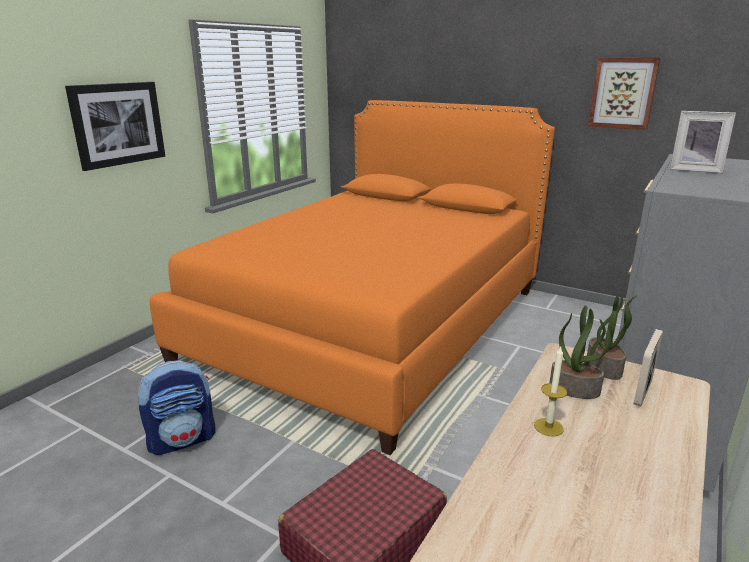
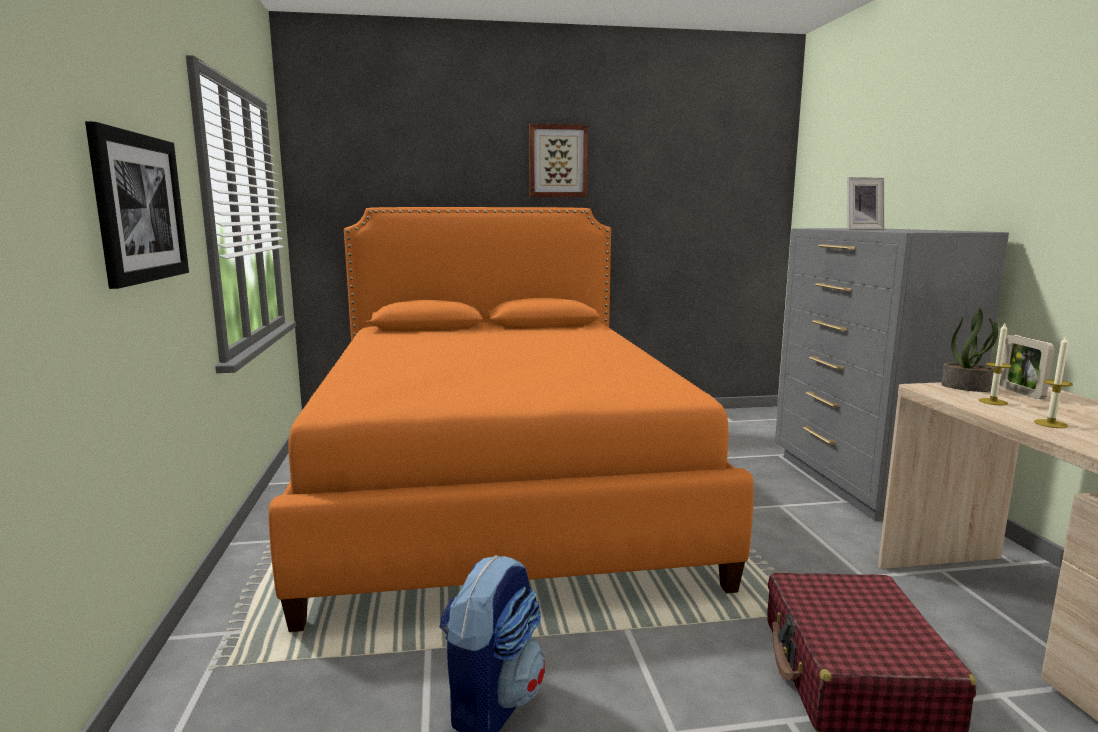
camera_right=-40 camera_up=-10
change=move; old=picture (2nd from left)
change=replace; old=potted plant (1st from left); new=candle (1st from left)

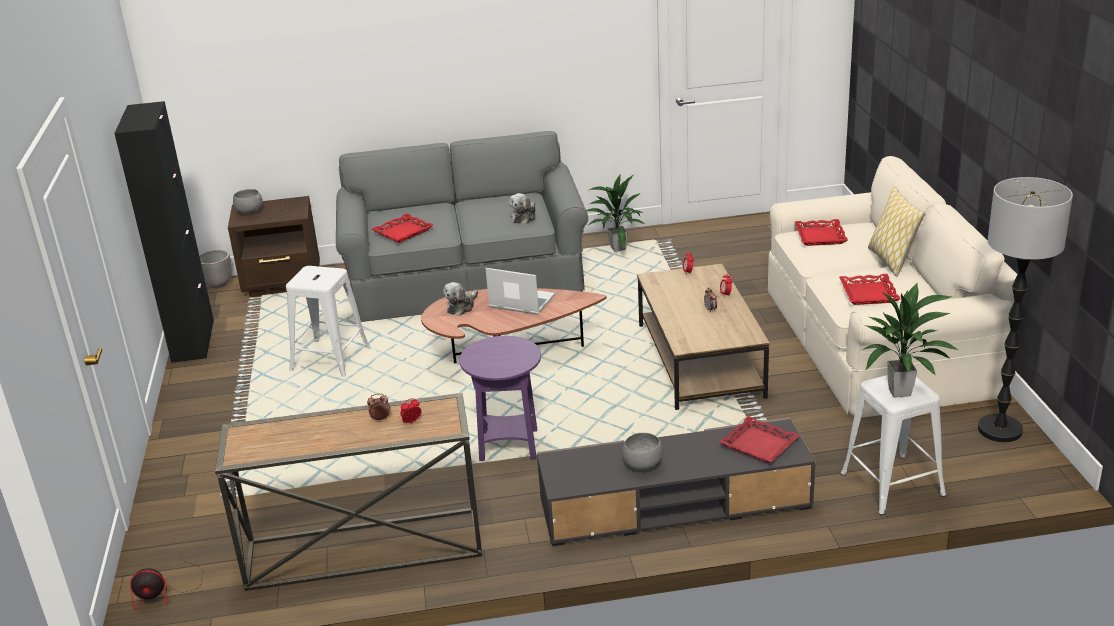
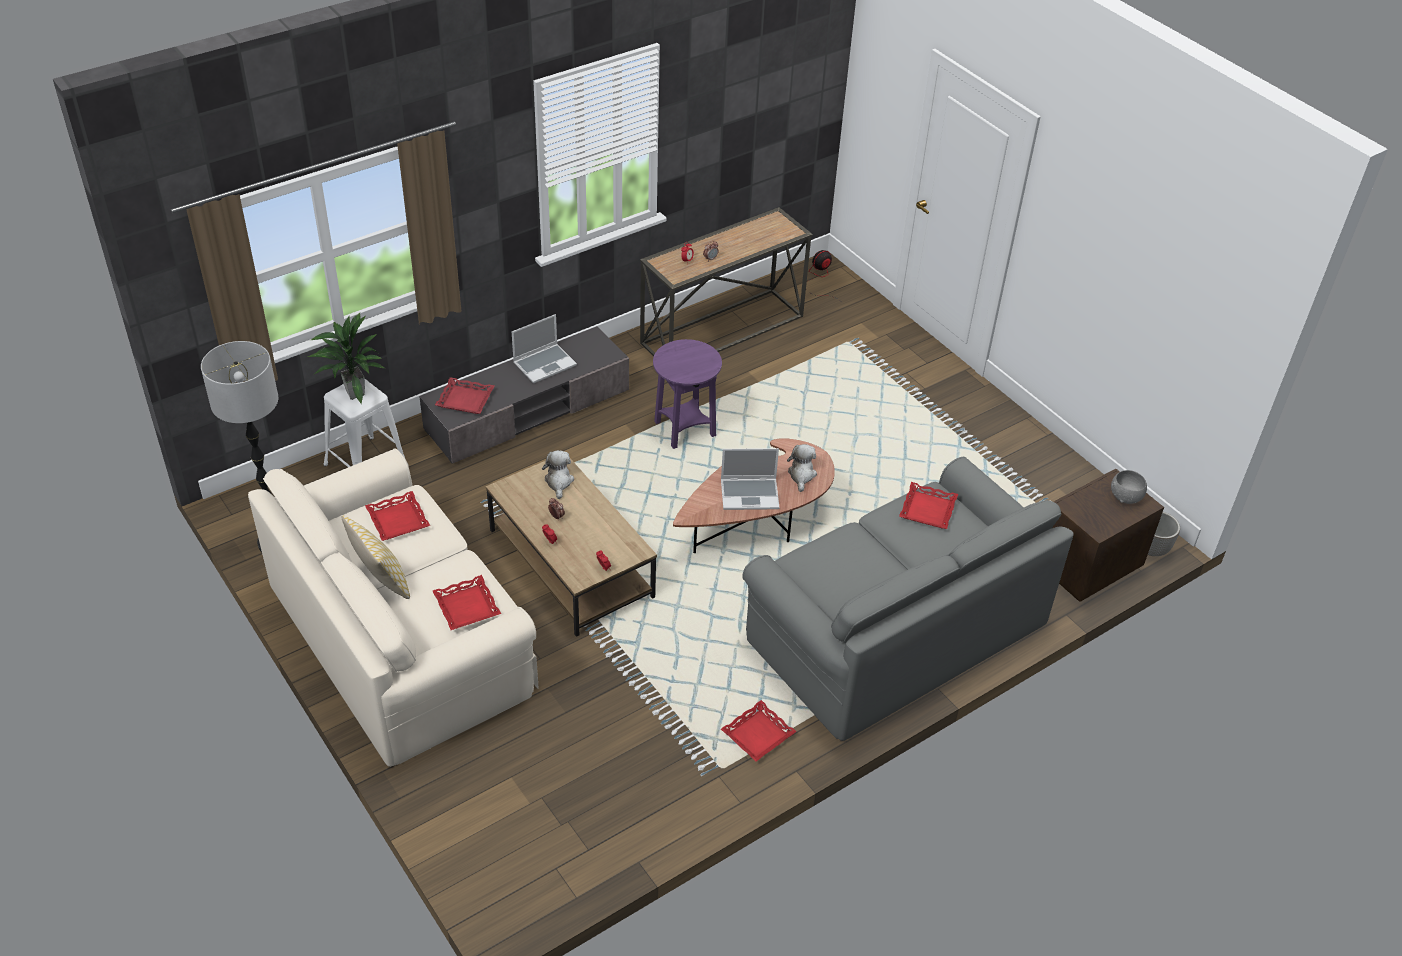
camera_right=150 camera_up=15
change=replace; old=grey bowl (2nd from left); new=laptop (1st from left)
change=move; old=plush toy (2nd from left in the first image); new=plush toy (1st from left)
change=replace; old=potted plant (1st from left); new=red tray (4th from left)
change=delete; old=black cabinet
change=delete; old=white stool (1st from left)

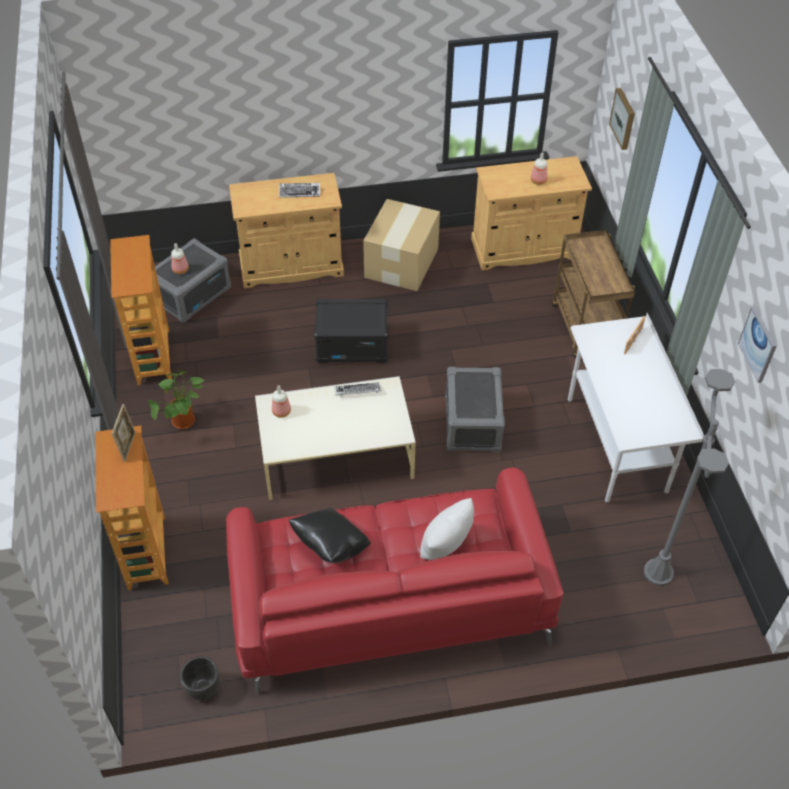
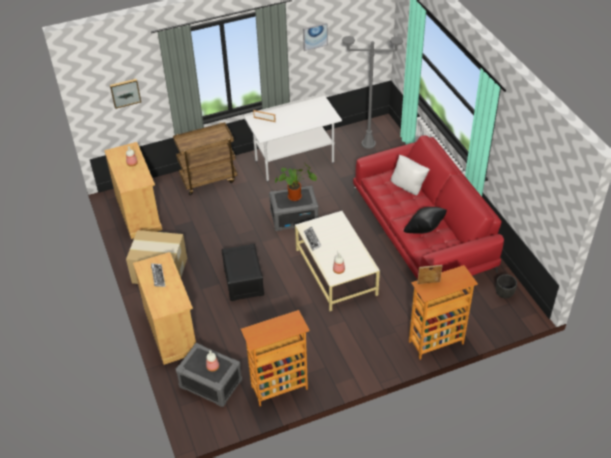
camera_right=-100 camera_up=-5
change=move; old=potted plant

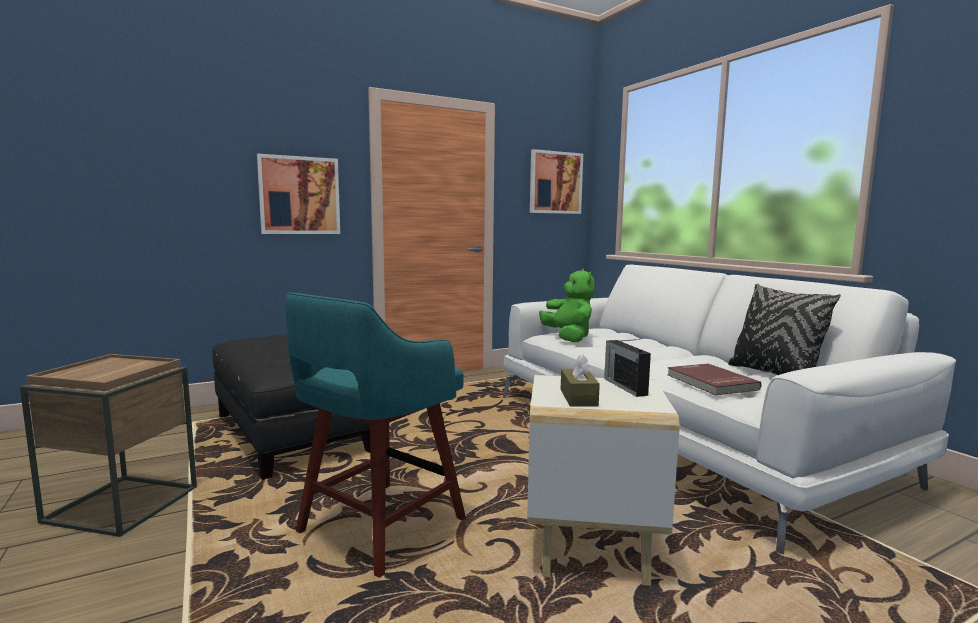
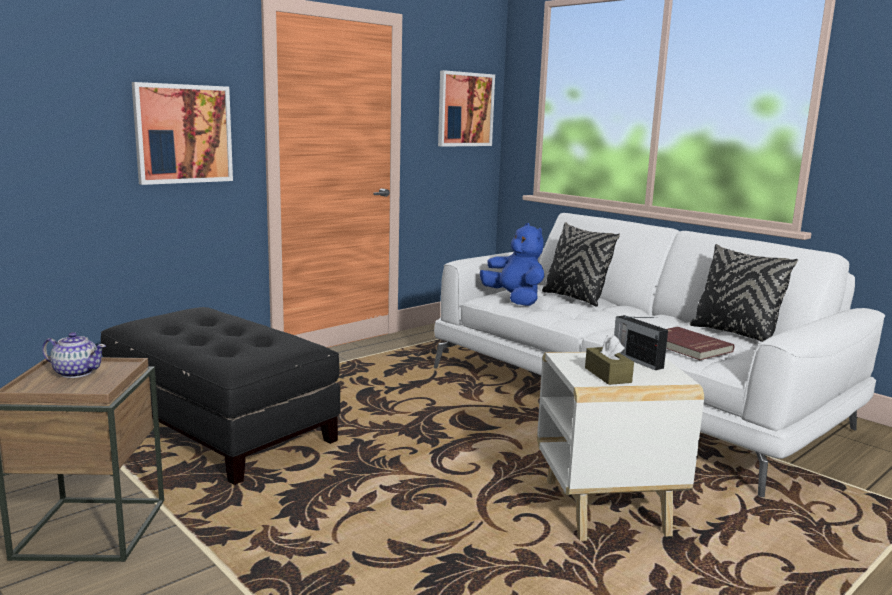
camera_right=-15 camera_up=5
change=insert; new=teapot
change=recolor; old=green plush toy; new=blue plush toy
change=insert; new=black pillow (1st from left)
change=delete; old=turquoise stool

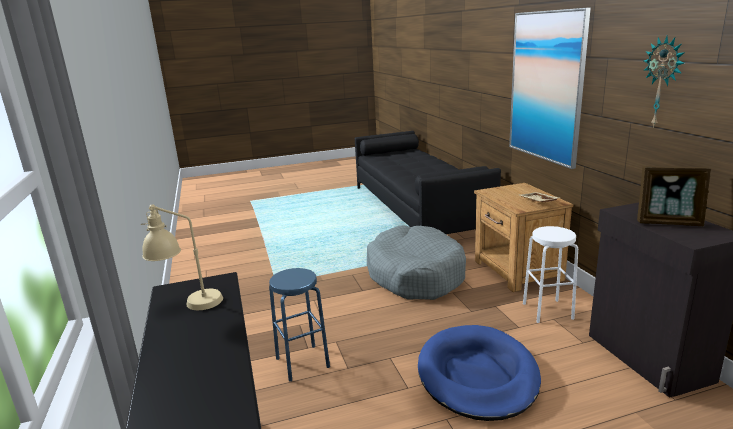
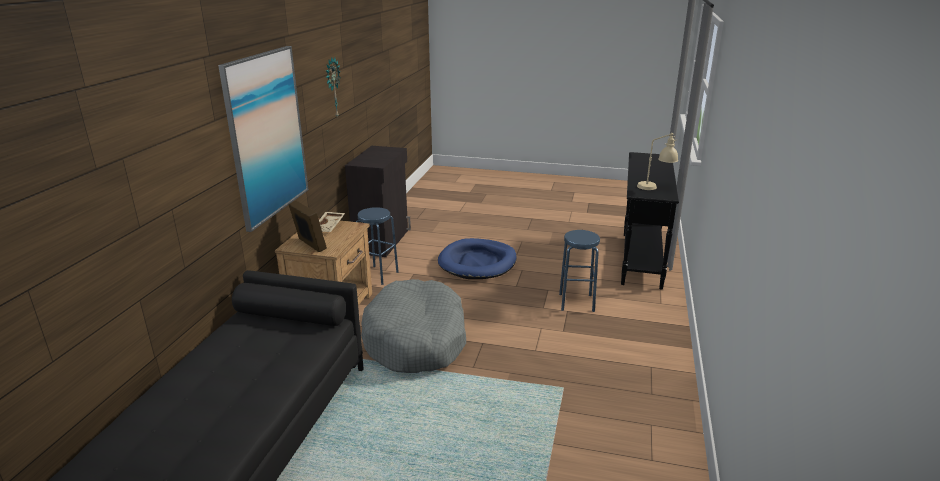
camera_right=-150 camera_up=5
change=move; old=picture frame
change=recolor; old=white stool; new=blue stool (1st from left)

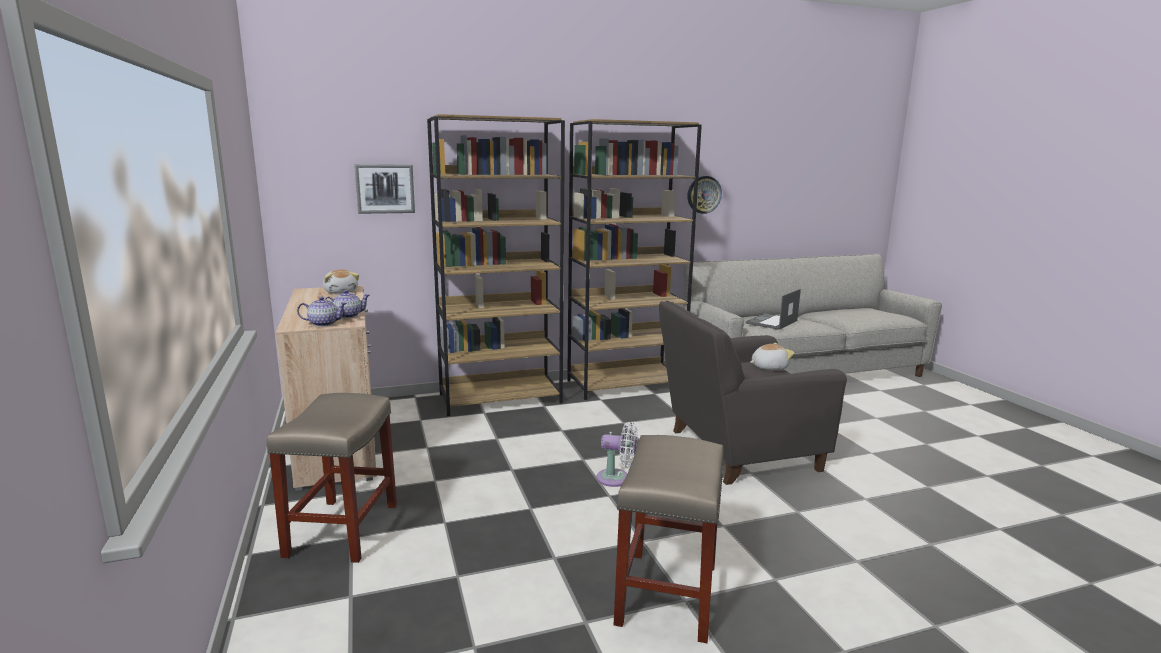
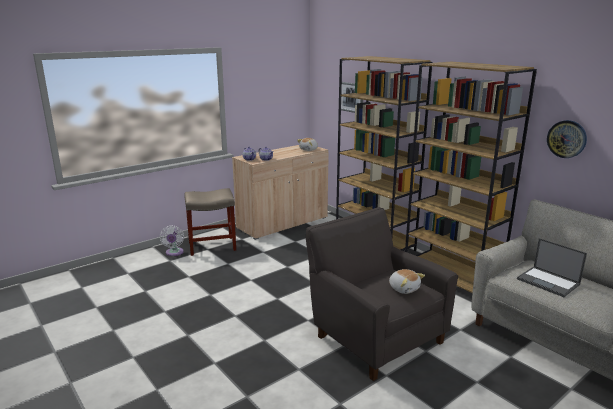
camera_right=70 camera_up=5
change=move; old=white fan
change=rotate; old=laptop; degrees=-150
change=delete; old=beige stool (2nd from left)

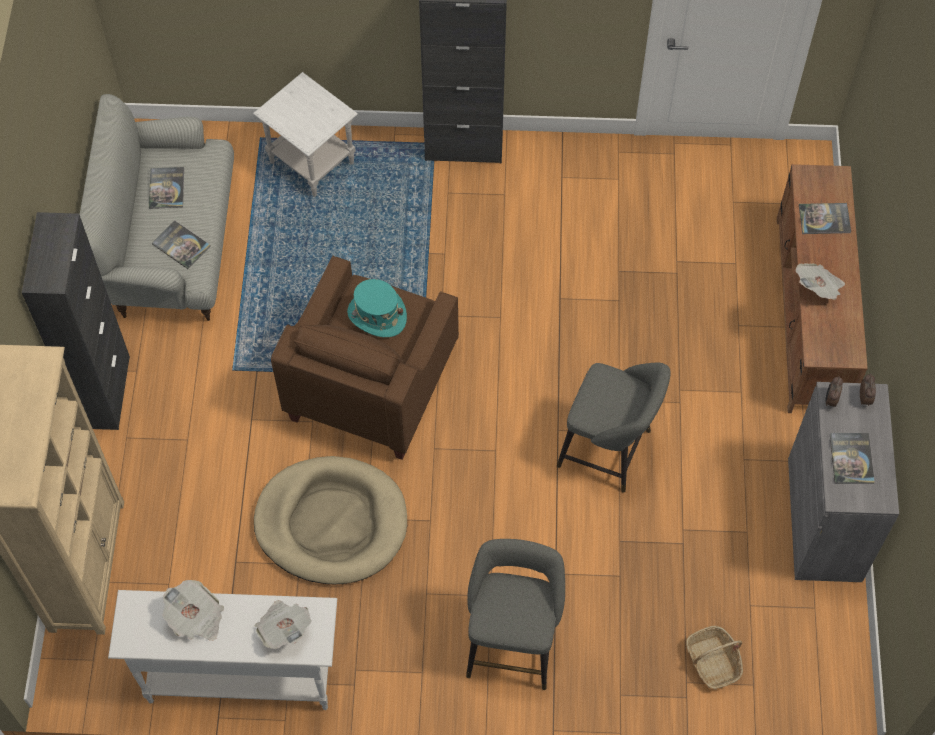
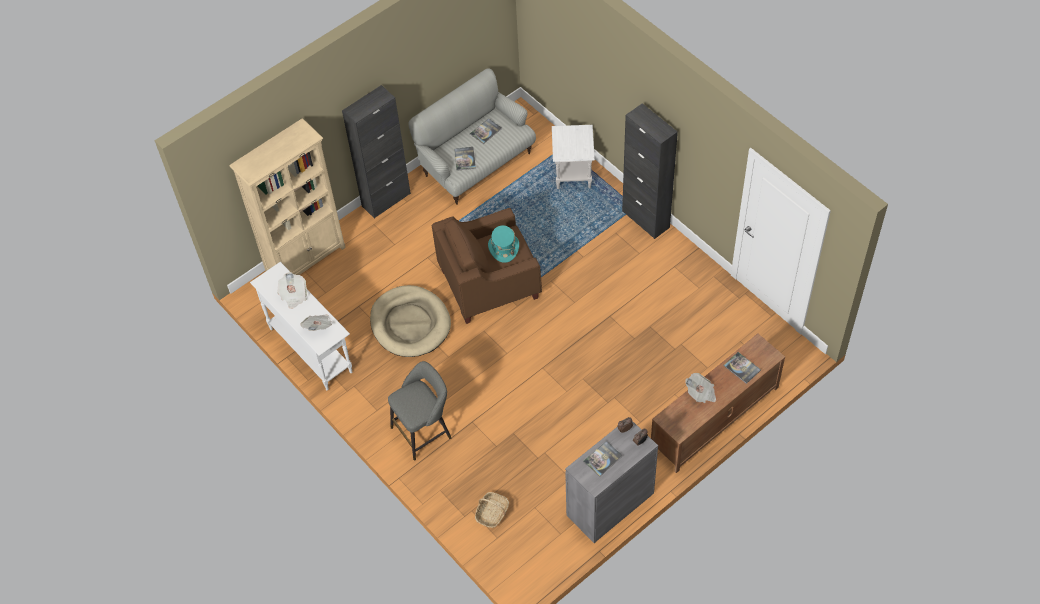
camera_right=50 camera_up=-5
change=delete; old=grey stool (2nd from left)

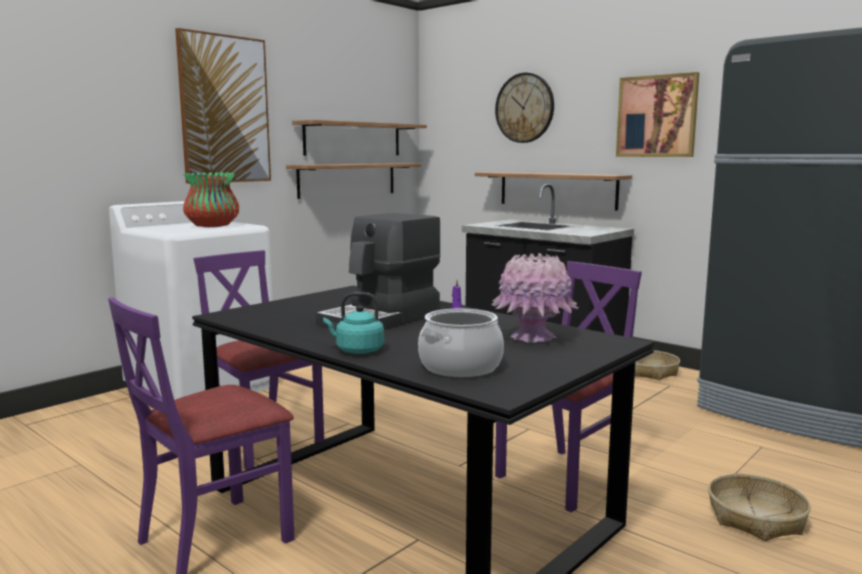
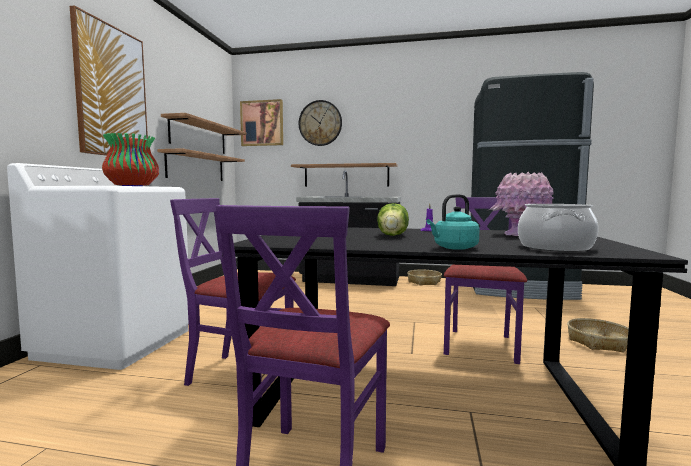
camera_right=-30 camera_up=-5
change=move; old=picture (2nd from left)
change=replace; old=coffee machine; new=lettuce

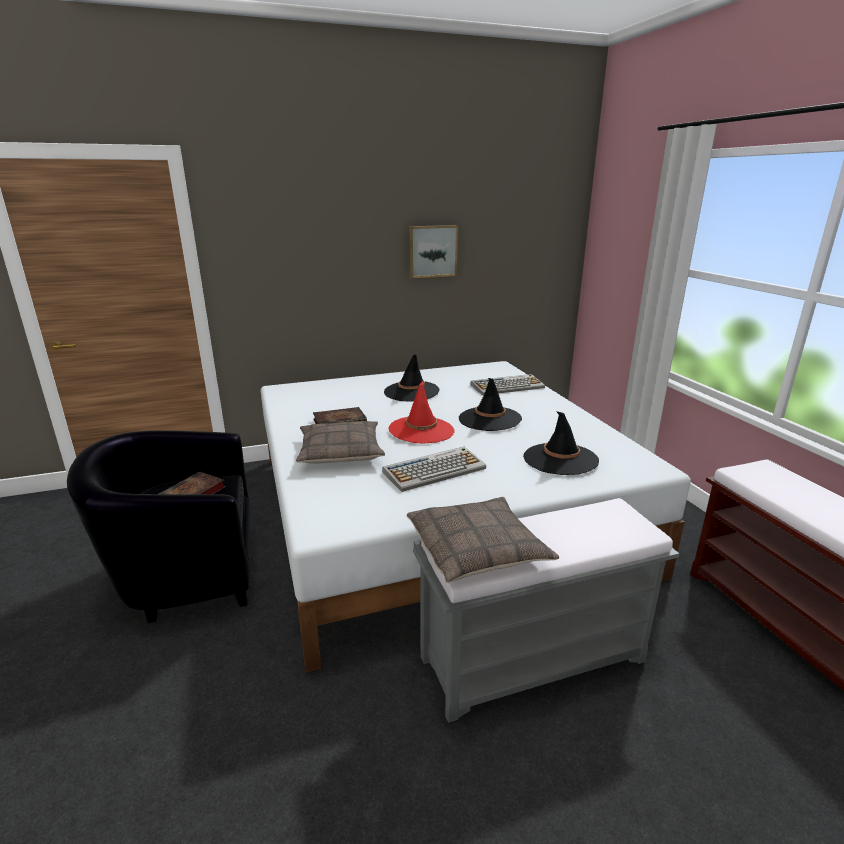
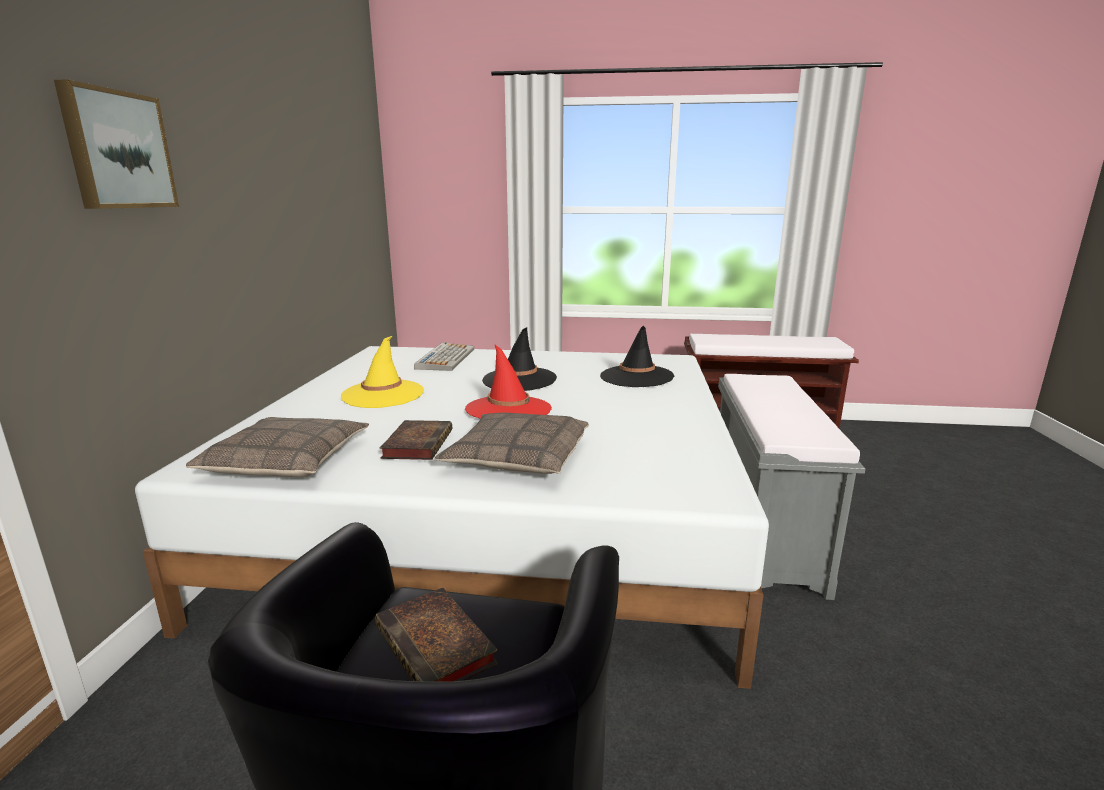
camera_right=-65 camera_up=-5
change=move; old=picture
change=move; old=pillow (2nd from left in the first image); new=pillow (1st from left)
change=recolor; old=black hat (1st from left); new=yellow hat
change=delete; old=keyboard (1st from left)

